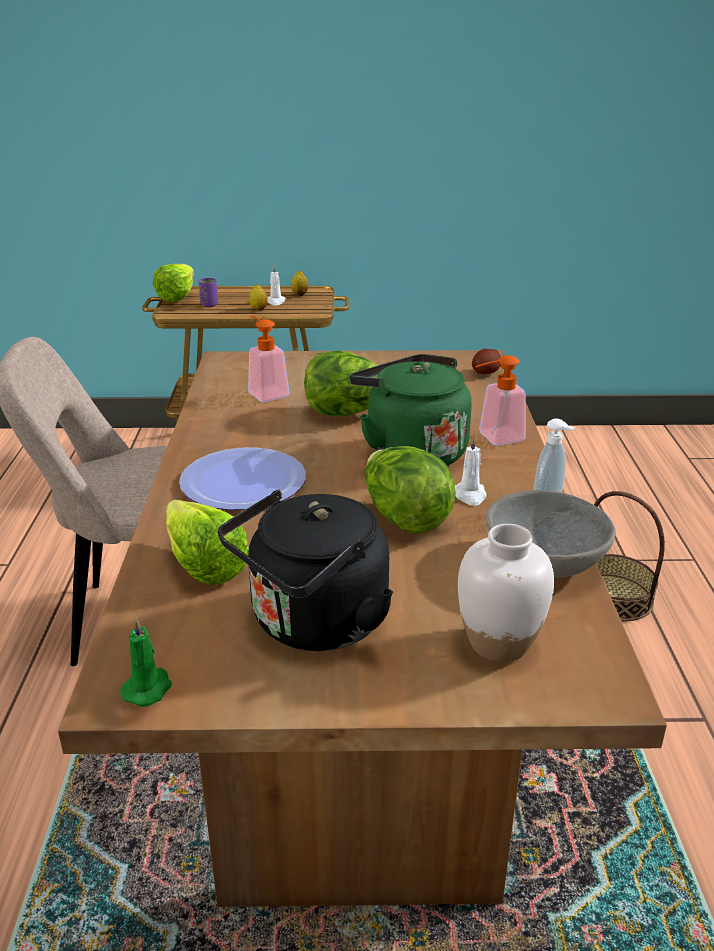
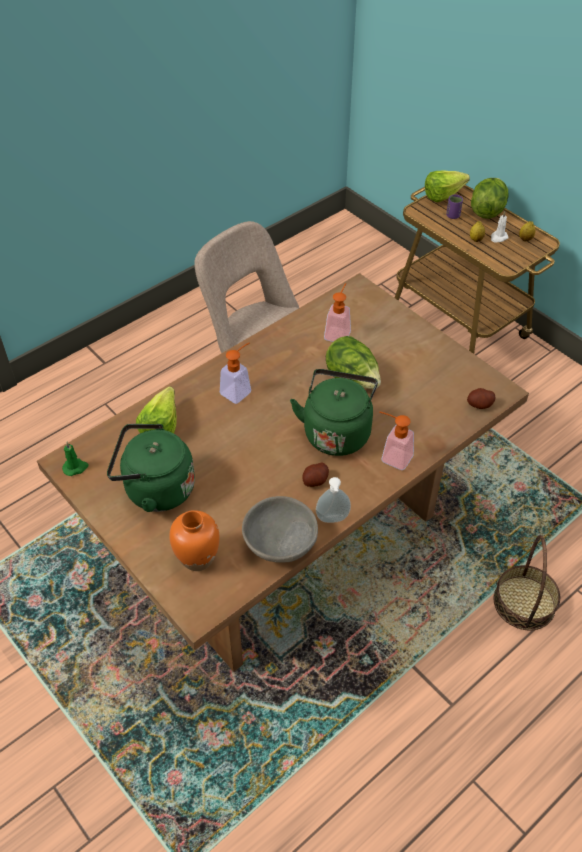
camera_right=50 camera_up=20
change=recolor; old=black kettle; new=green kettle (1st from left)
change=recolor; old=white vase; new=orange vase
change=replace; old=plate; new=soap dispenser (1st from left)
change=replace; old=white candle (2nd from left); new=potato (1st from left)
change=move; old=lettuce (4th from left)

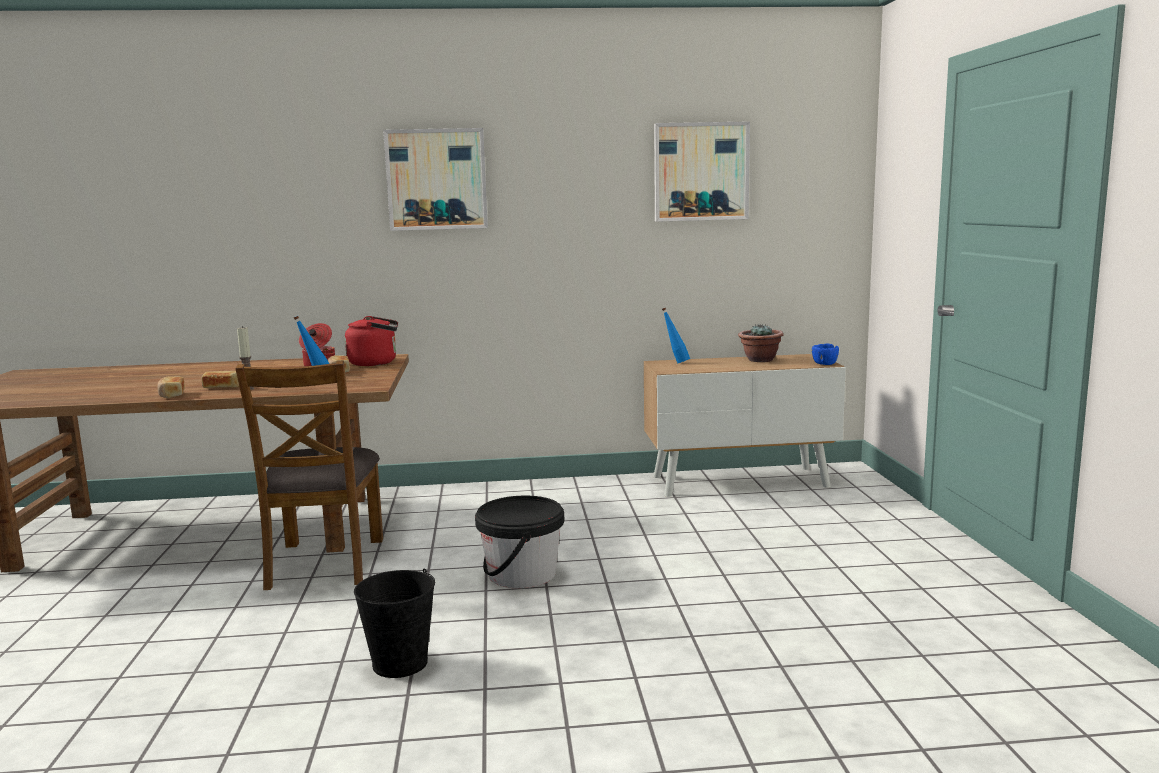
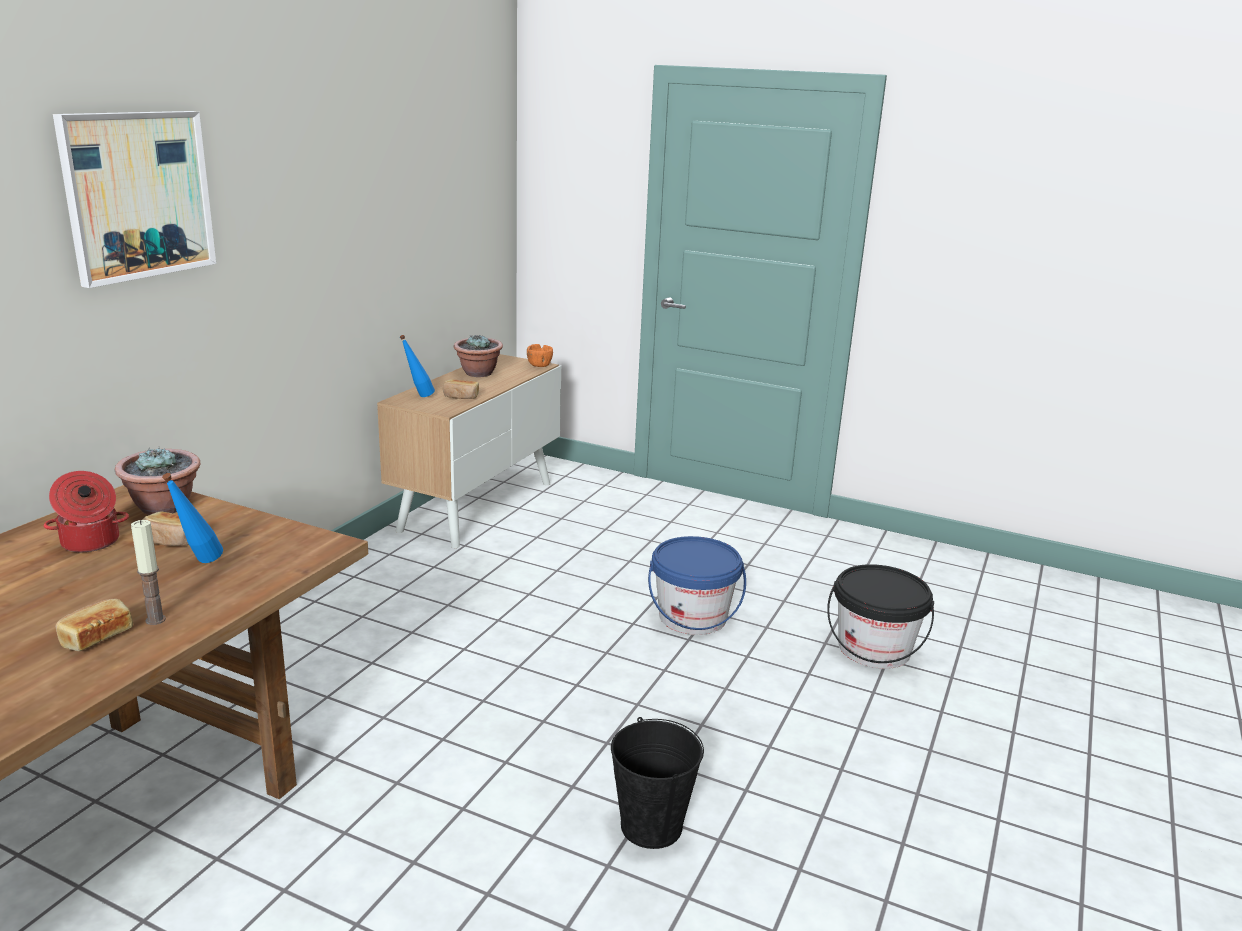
camera_right=-60 camera_up=10
change=replace; old=red kettle; new=potted plant (1st from left)
change=move; old=bread (1st from left in the first image); new=bread (3rd from left)
change=recolor; old=blue bowl; new=orange bowl
change=insert; new=blue bucket
change=move; old=black bucket (2nd from left)
change=delete; old=brown chair
change=delete; old=picture (2nd from left)

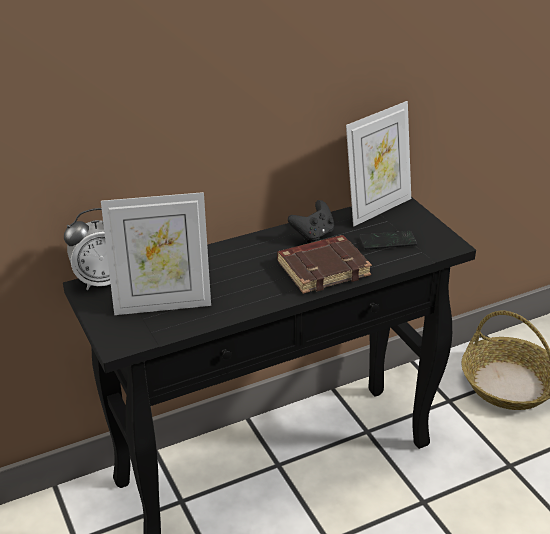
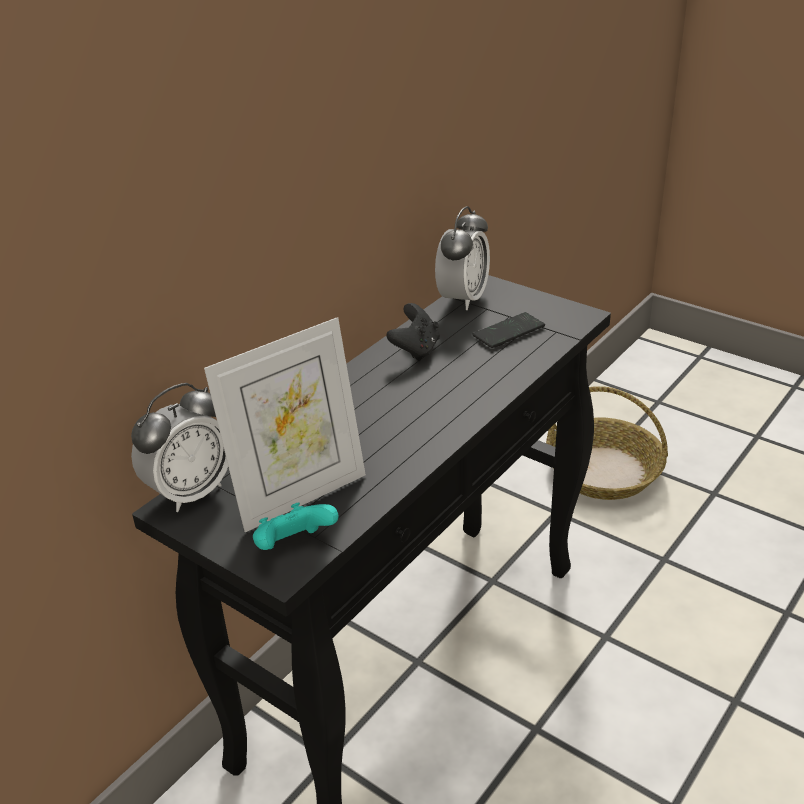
camera_right=-25 camera_up=0
change=insert; new=turquoise game controller
change=replace; old=picture frame (2nd from left); new=alarm clock (2nd from left)
change=delete; old=brown book

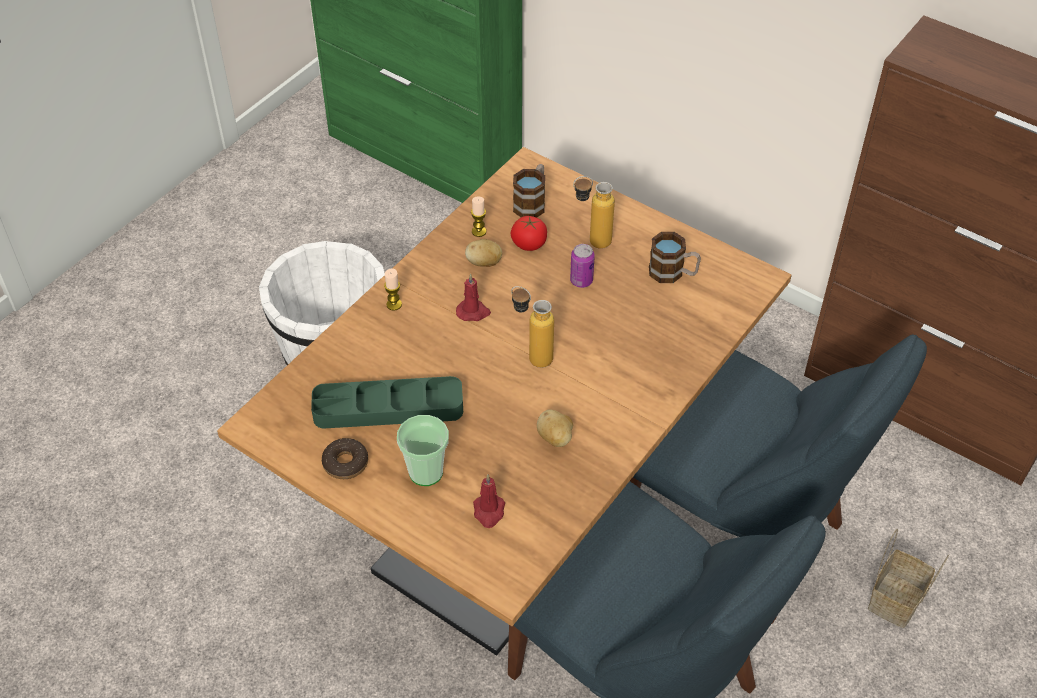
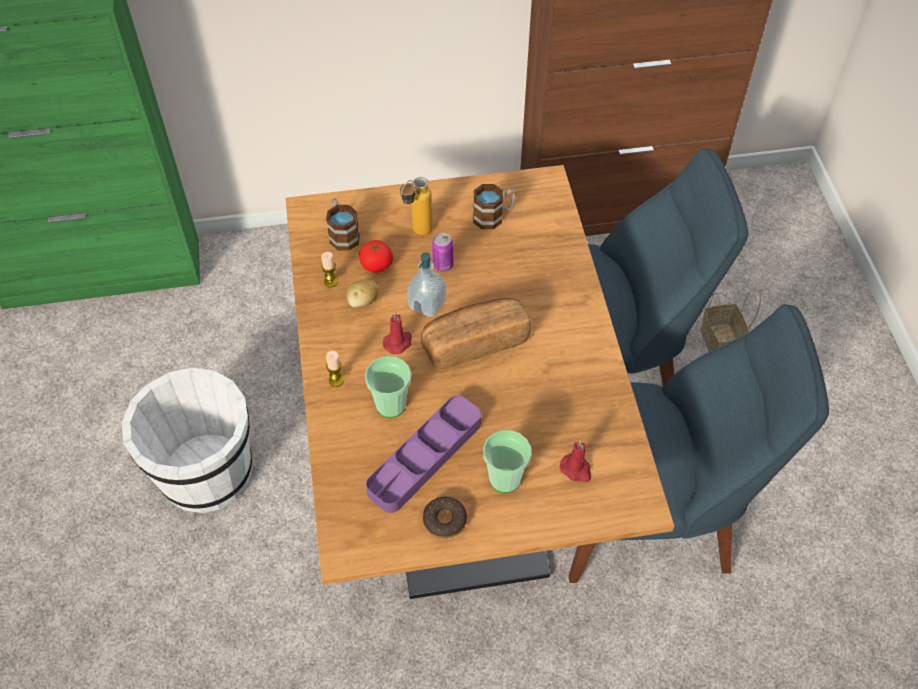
camera_right=-45 camera_up=5
change=insert; new=cup (1st from left)
change=recolor; old=green tray; new=purple tray
change=insert; new=soap dispenser
change=replace; old=bottle (1st from left); new=bread
change=delete; old=potato (2nd from left)

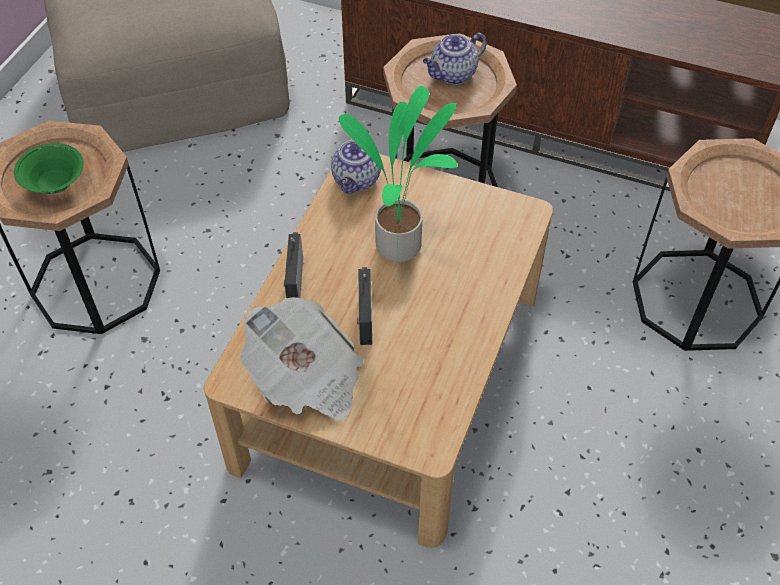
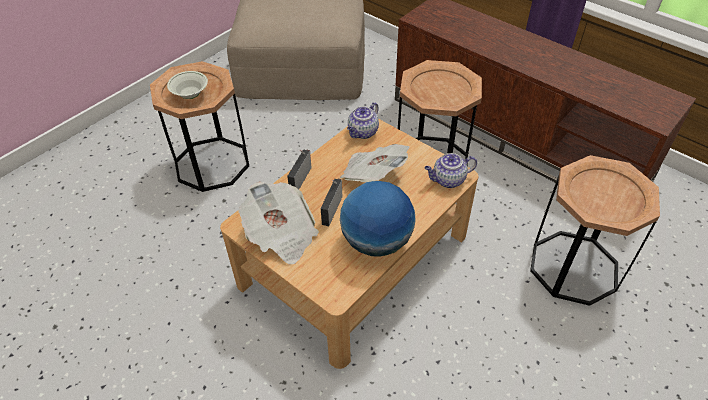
camera_right=20 camera_up=-5
change=recolor; old=green bowl; new=white bowl
change=replace; old=potted plant; new=newspaper (2nd from left)
change=insert; new=globe
change=move; old=teapot (2nd from left)

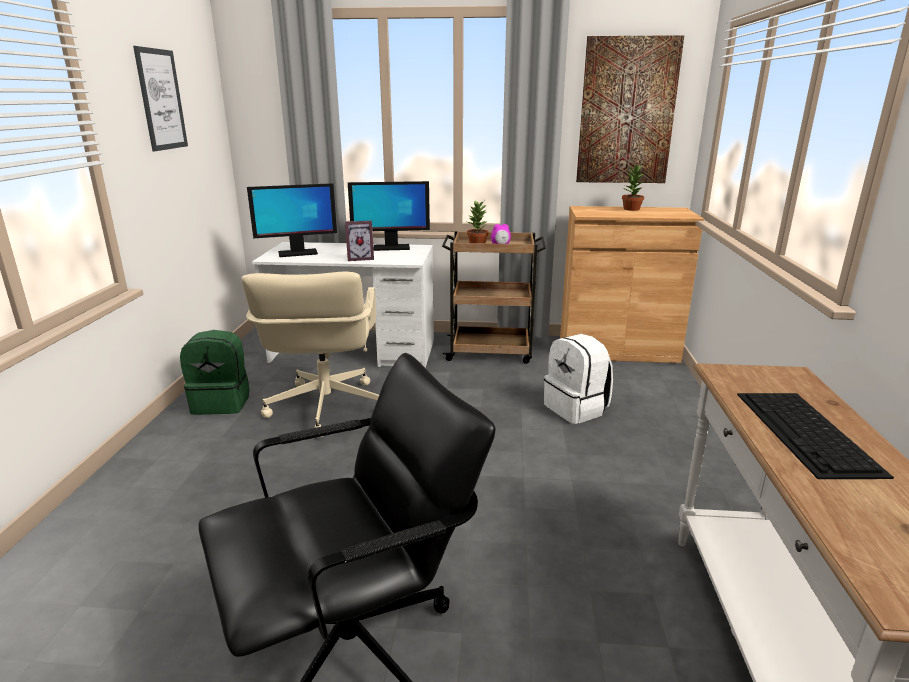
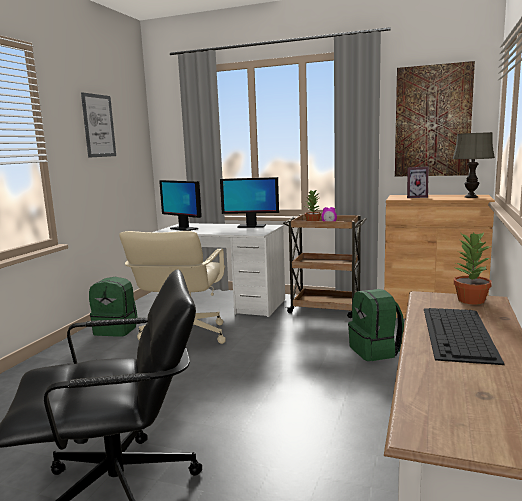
camera_right=15 camera_up=-10
change=rotate; old=monitor (1st from left); degrees=45
change=recolor; old=white backpack; new=green backpack (2nd from left)
change=move; old=picture frame
change=insert; new=grey table lamp
change=move; old=potted plant (2nd from left)

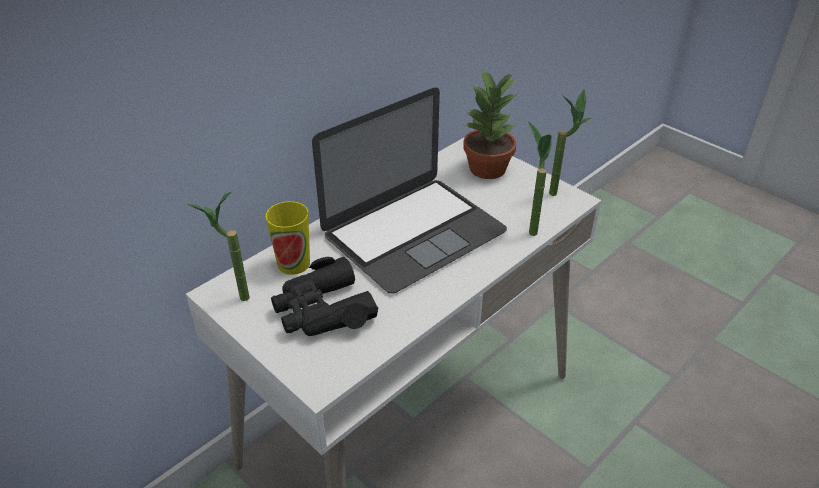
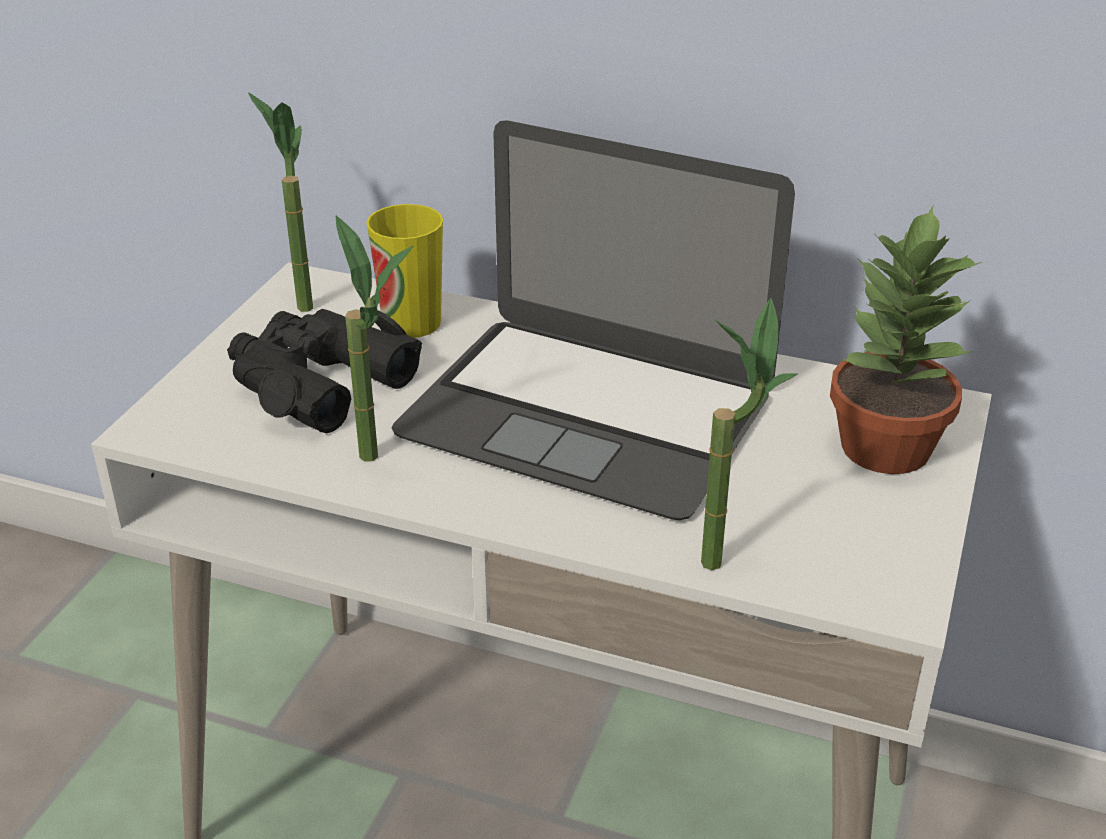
camera_right=65 camera_up=-5
change=move; old=potted plant (4th from left in the first image); new=potted plant (2nd from left)

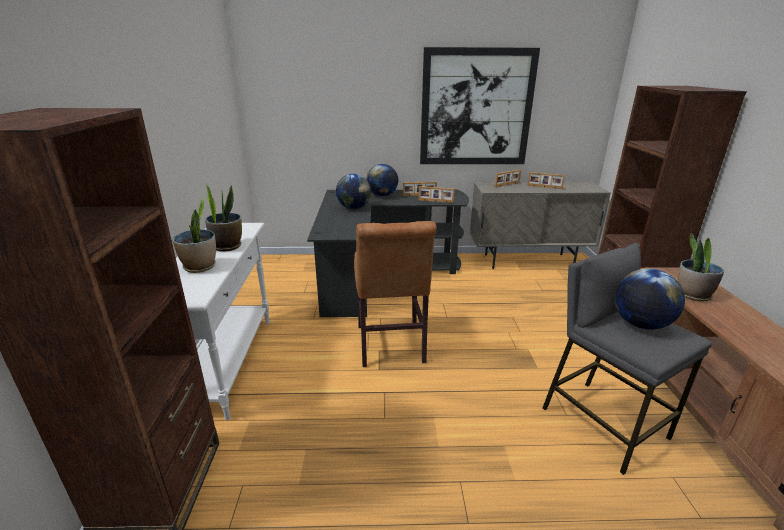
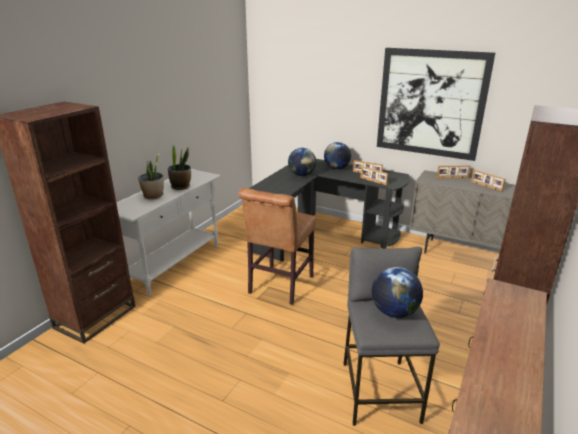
camera_right=30 camera_up=0
change=delete; old=potted plant (3rd from left)

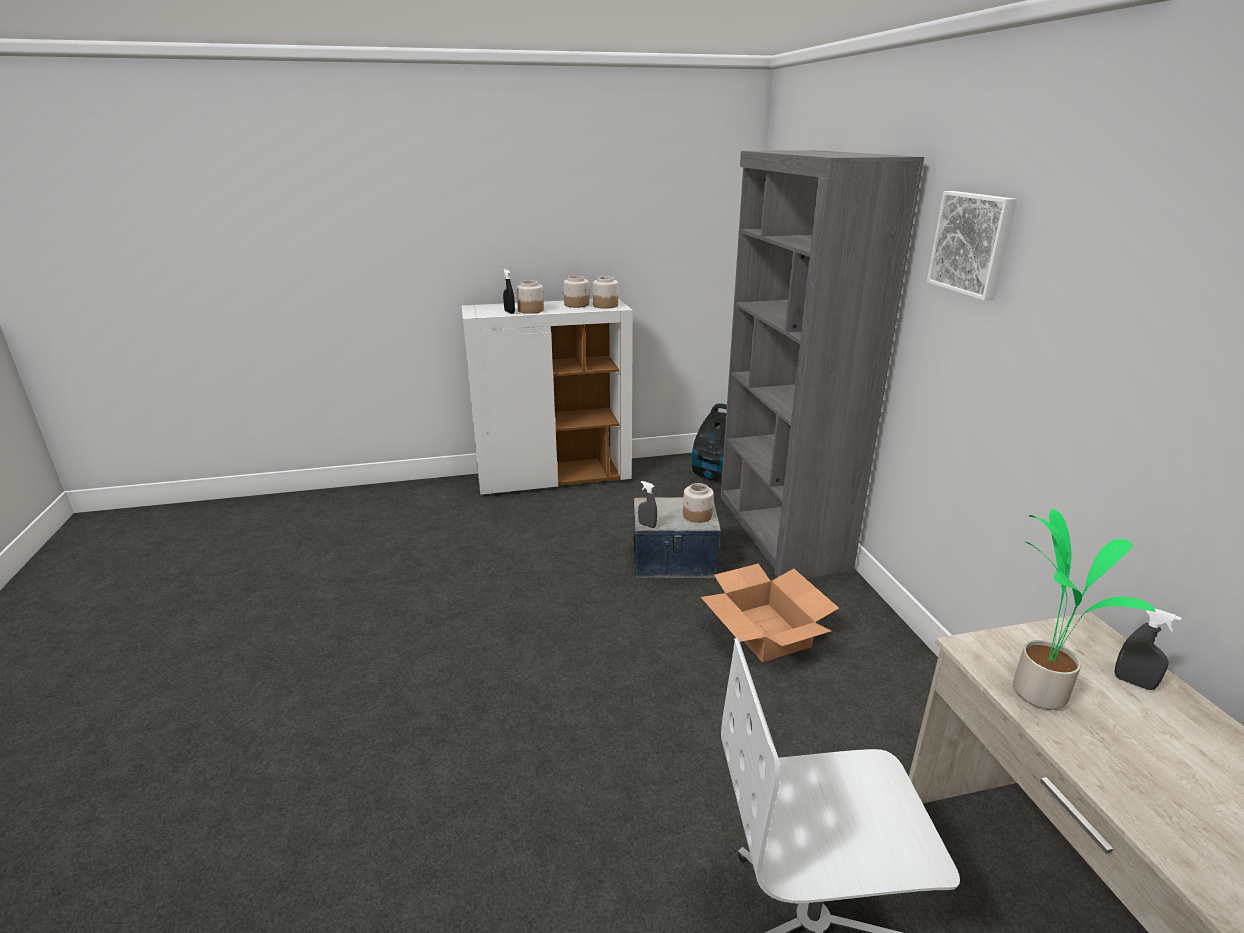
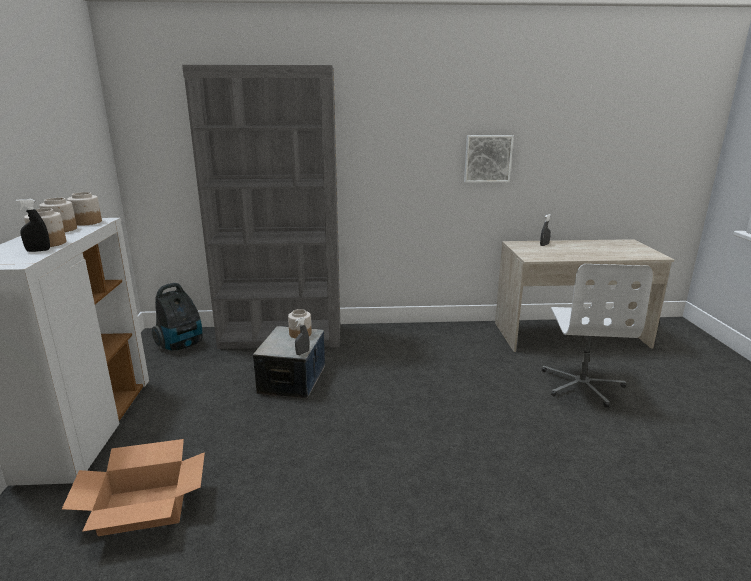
camera_right=-80 camera_up=-5
change=move; old=cardboard box
change=move; old=picture
change=delete; old=potted plant

